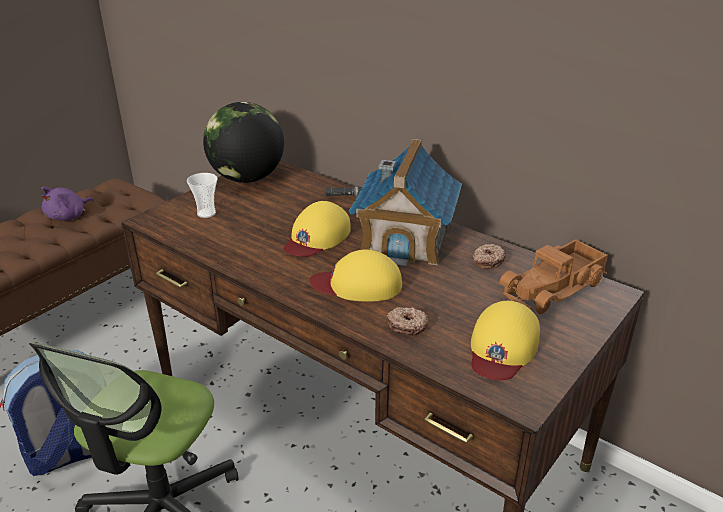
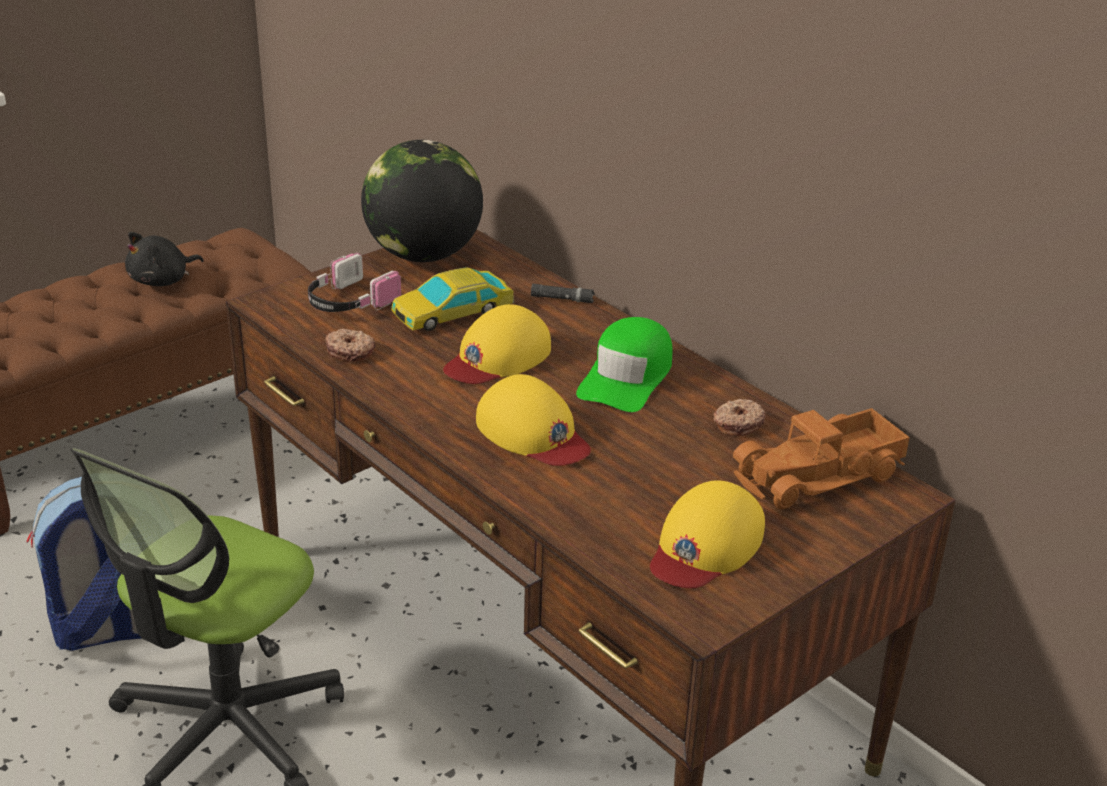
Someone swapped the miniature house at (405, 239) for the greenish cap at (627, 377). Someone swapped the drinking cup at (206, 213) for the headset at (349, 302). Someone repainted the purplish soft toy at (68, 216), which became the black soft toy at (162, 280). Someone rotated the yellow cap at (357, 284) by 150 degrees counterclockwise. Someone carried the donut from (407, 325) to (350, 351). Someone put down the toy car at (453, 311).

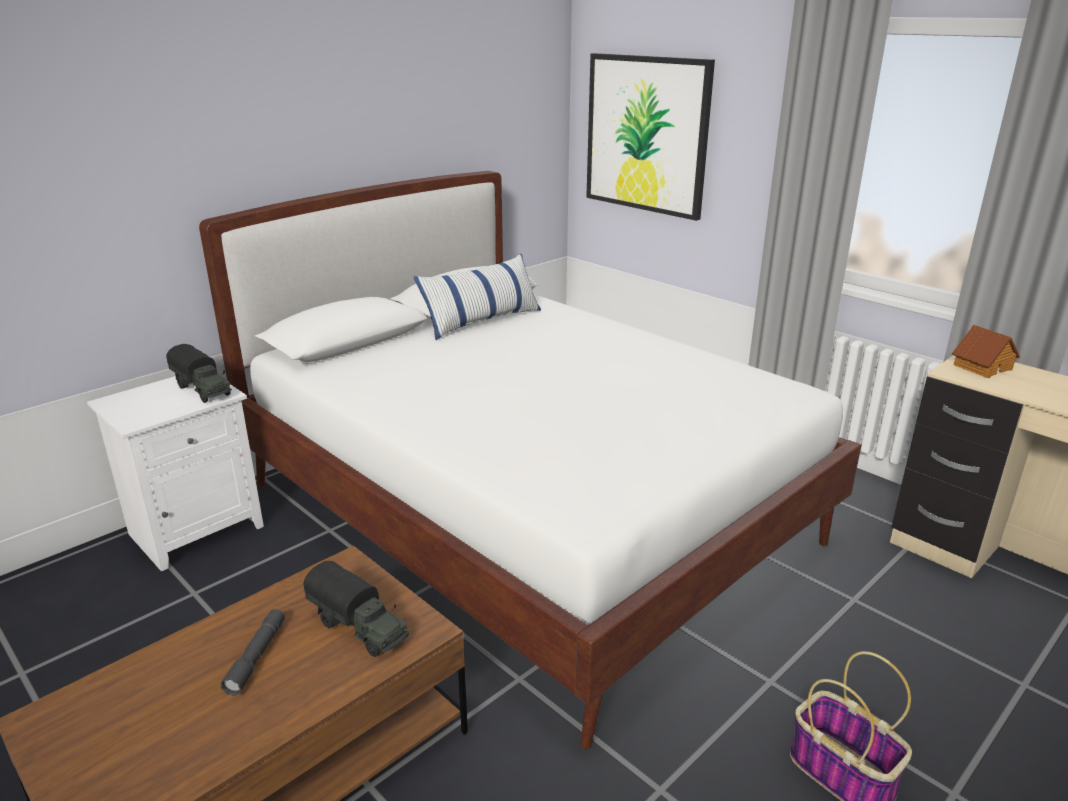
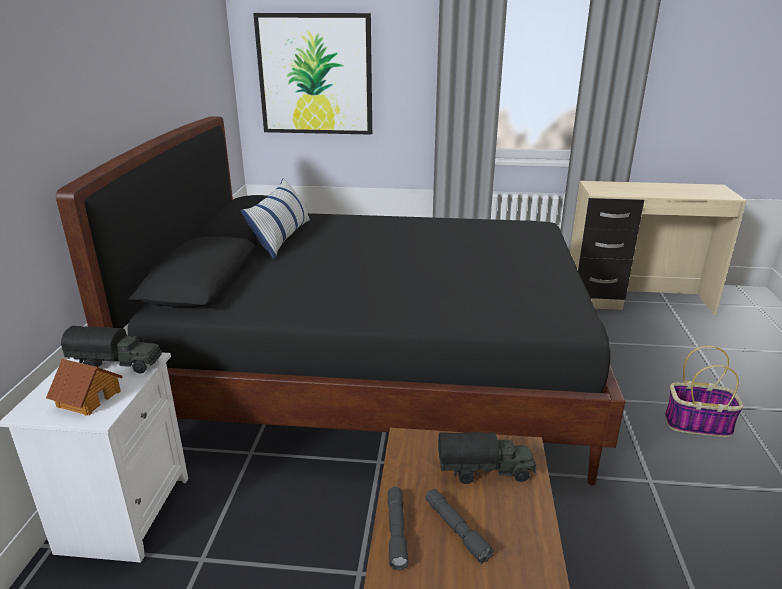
Someone repainted the white sleeping bed at (527, 512), which became the black sleeping bed at (375, 374). Someone carried the miniature house from (981, 367) to (88, 398). Someone put down the greyish hand torch at (396, 532).

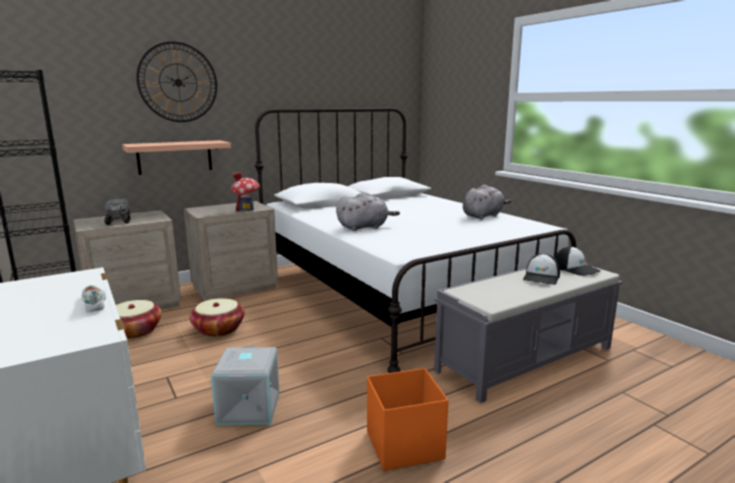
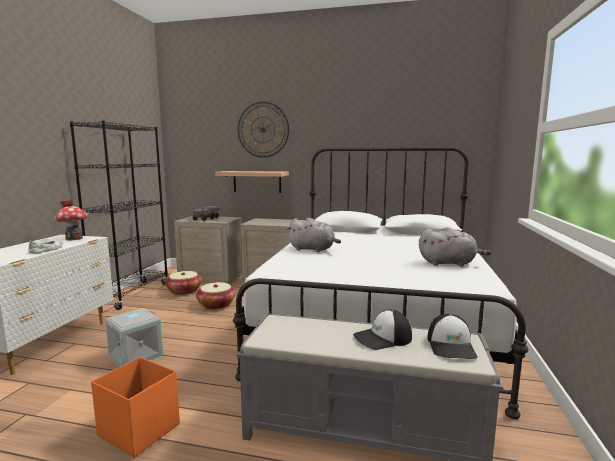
Someone carried the miniature house from (246, 210) to (74, 238).

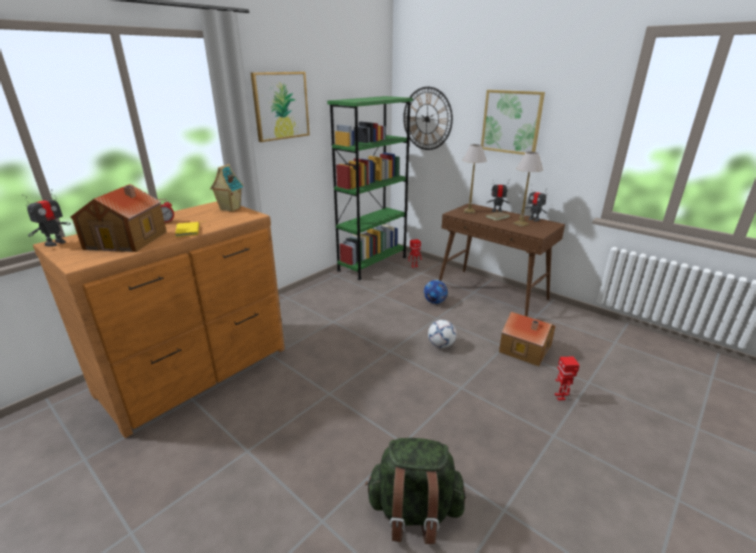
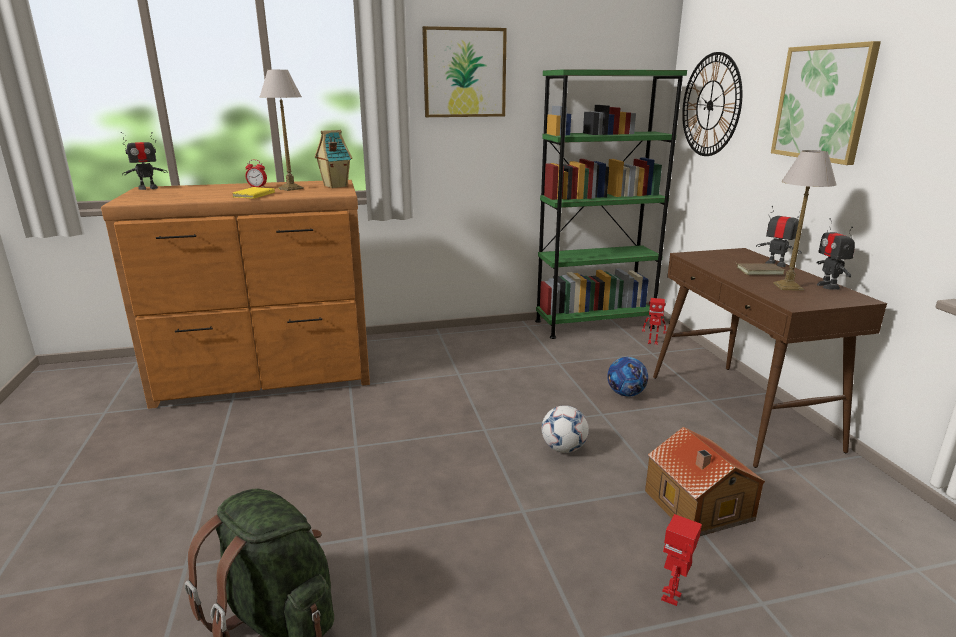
Someone carried the table lamp from (469, 211) to (290, 188). Someone took away the miniature house at (128, 240).

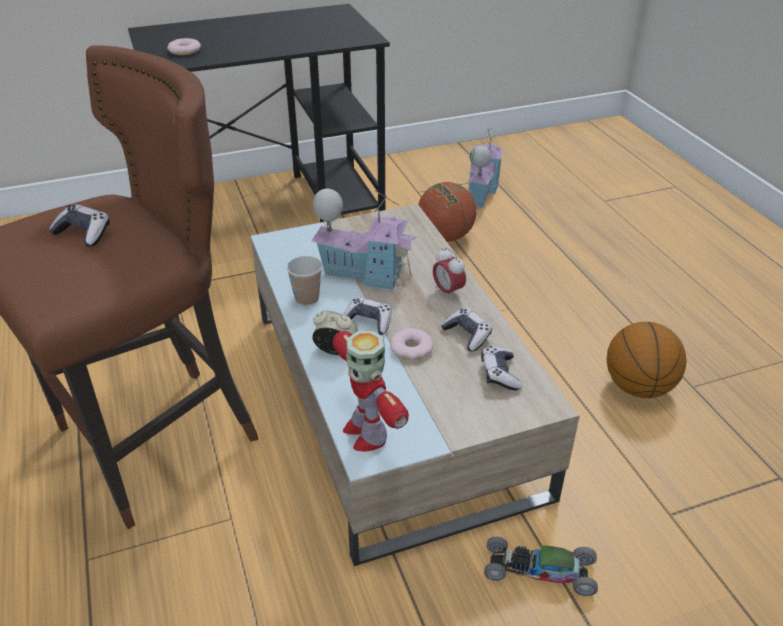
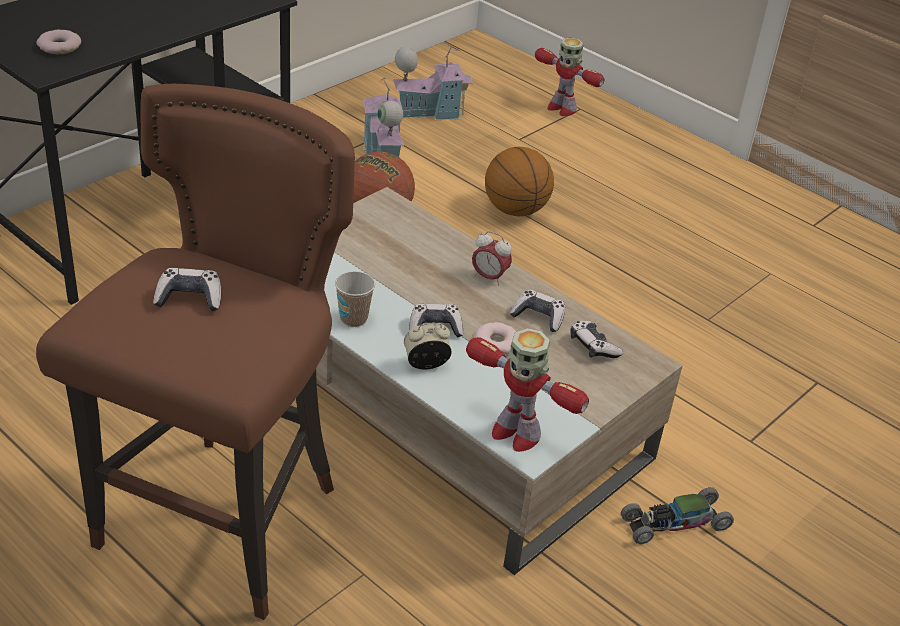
Someone carried the miniature house from (365, 274) to (429, 112). Someone carried the basketball from (638, 387) to (515, 210). Someone put down the model robot at (561, 108).

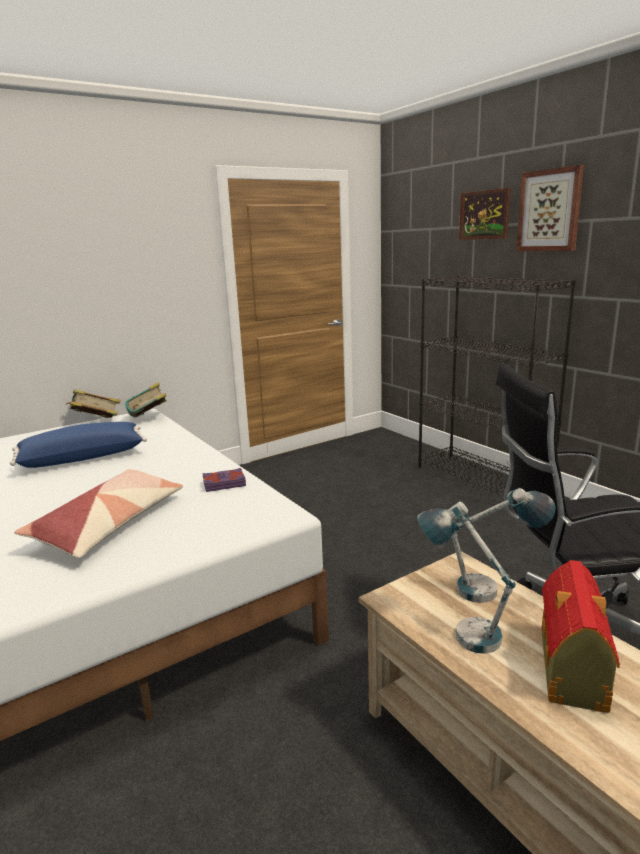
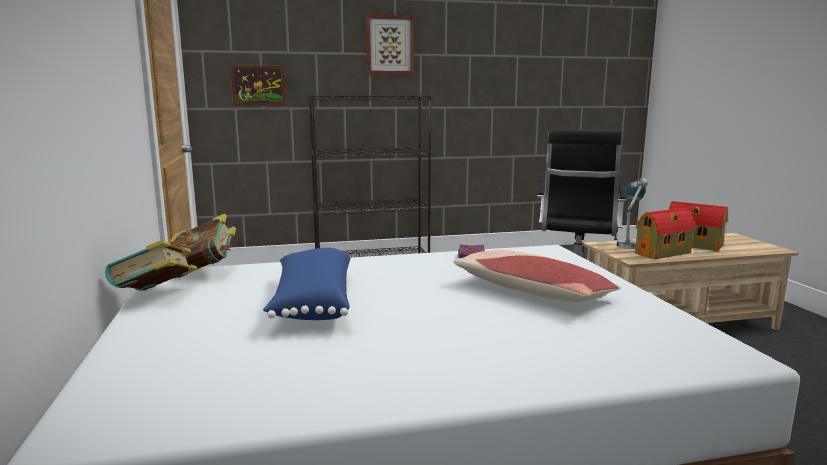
Someone carried the wall art from (484, 215) to (258, 85). Someone swapped the table lamp at (460, 629) for the miniature house at (663, 253).

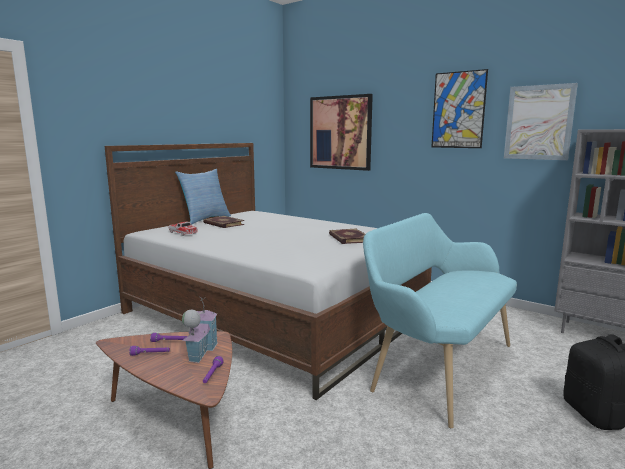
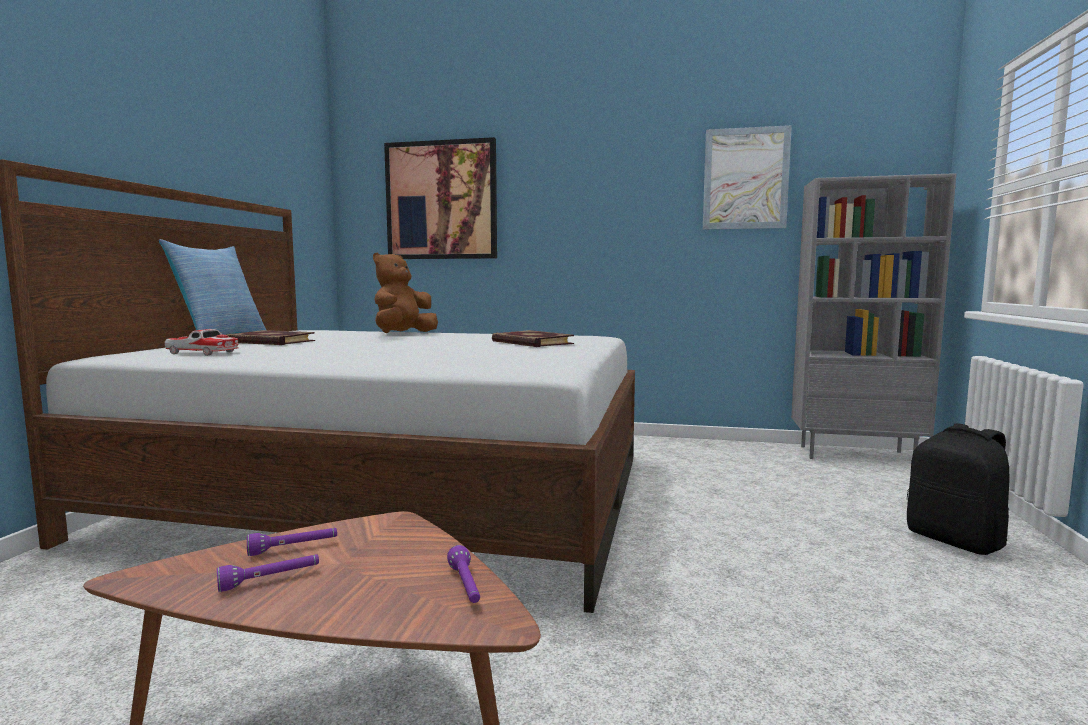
Someone took away the wall art at (458, 110). Someone took away the turquoise long seat at (437, 365). Someone took away the miniature house at (200, 351). Someone put down the brown soft toy at (403, 334).

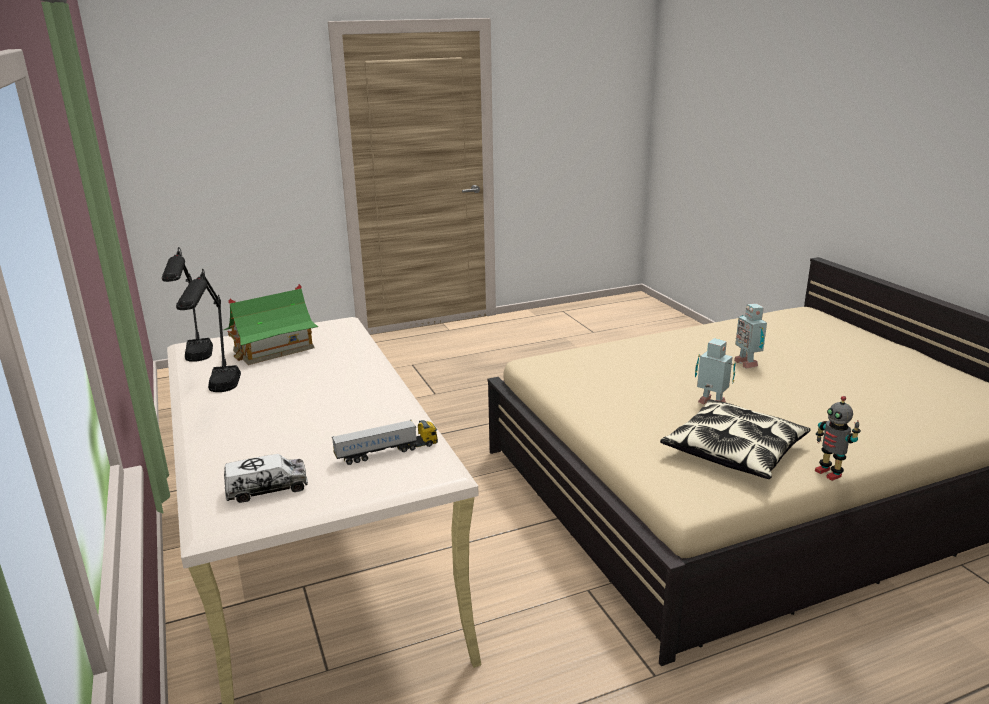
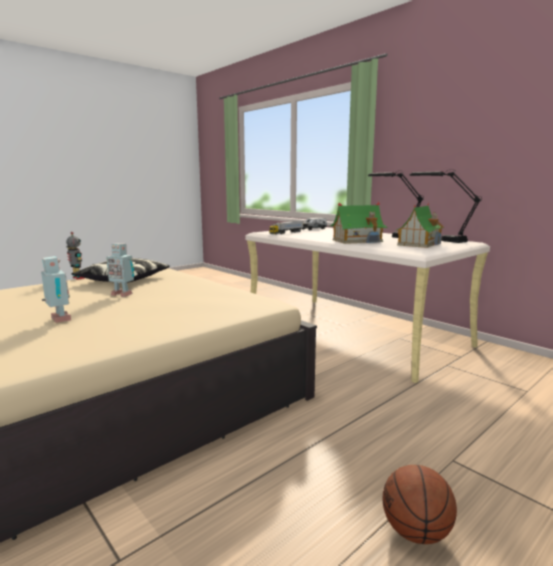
Someone put down the miniature house at (357, 240). Someone put down the basketball at (416, 532).

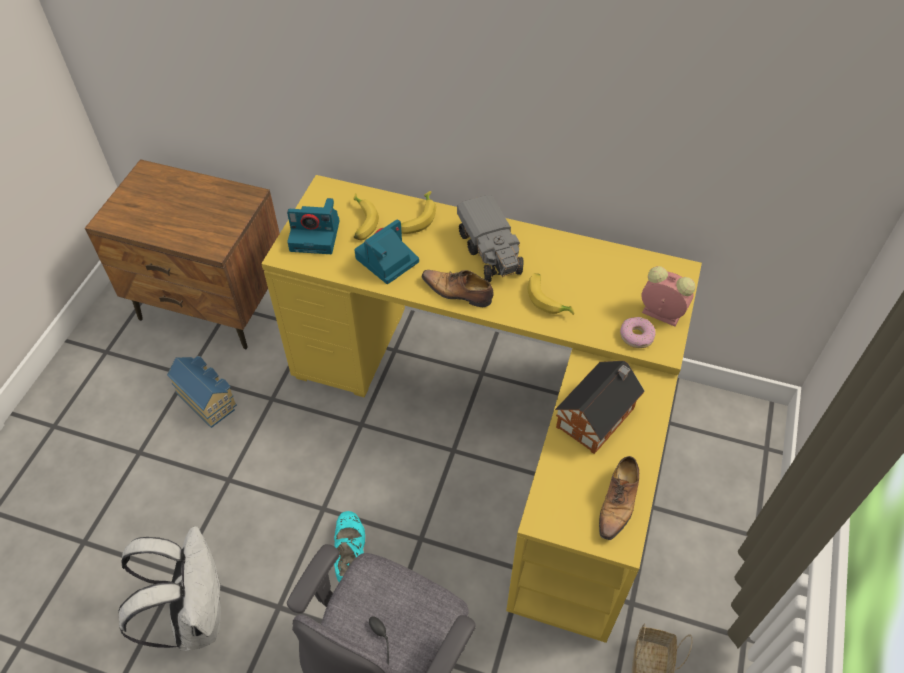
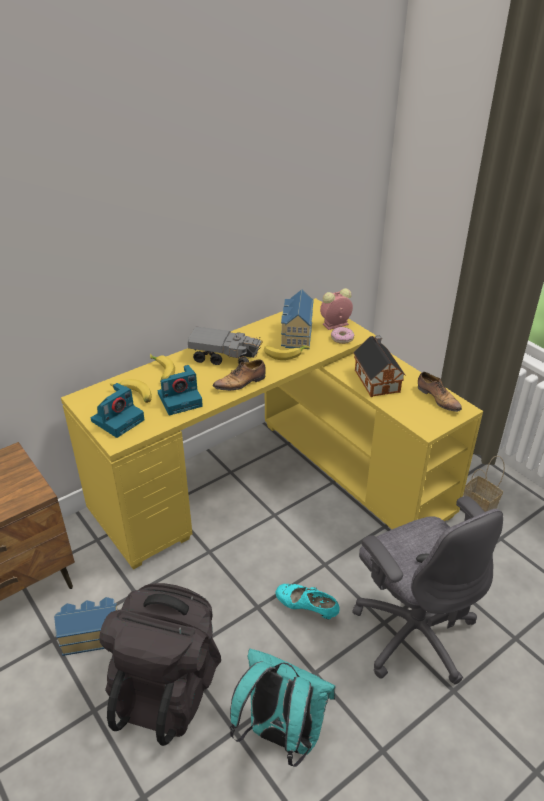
Someone rotated the still camera at (386, 261) by 105 degrees counterclockwise. Someone repainted the white rucksack at (195, 615), which became the turquoise rucksack at (281, 734). Someone put down the miniature house at (295, 335). Someone put down the black rucksack at (168, 686).

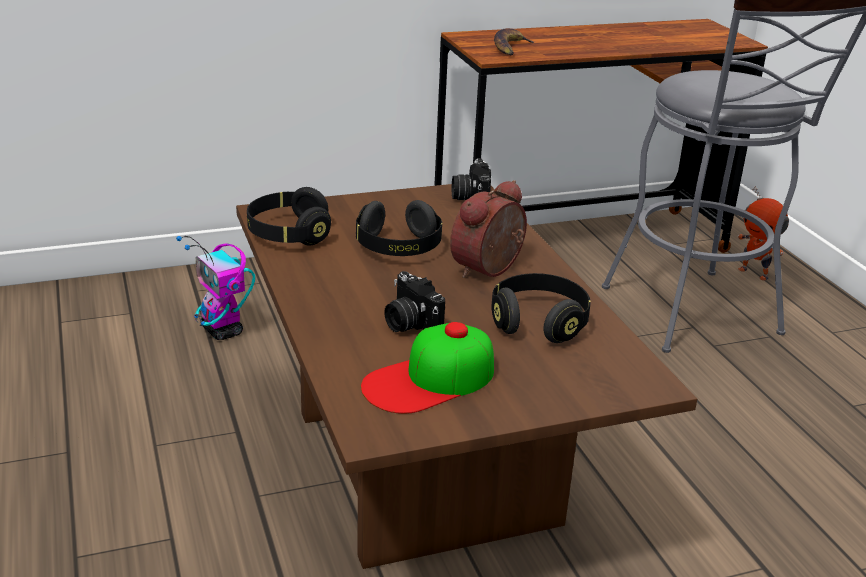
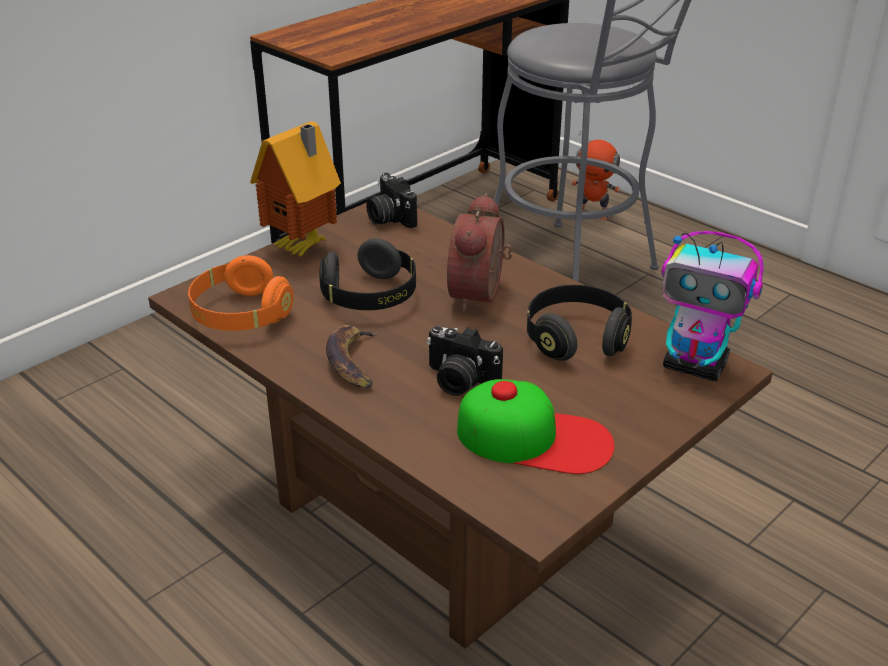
Someone carried the banana from (510, 48) to (352, 362). Someone repainted the black headset at (289, 234), which became the orange-coloured headset at (241, 315). Someone carried the model robot from (222, 331) to (696, 366). Someone rotated the cap at (429, 380) by 105 degrees counterclockwise. Someone put down the miniature house at (304, 248).

